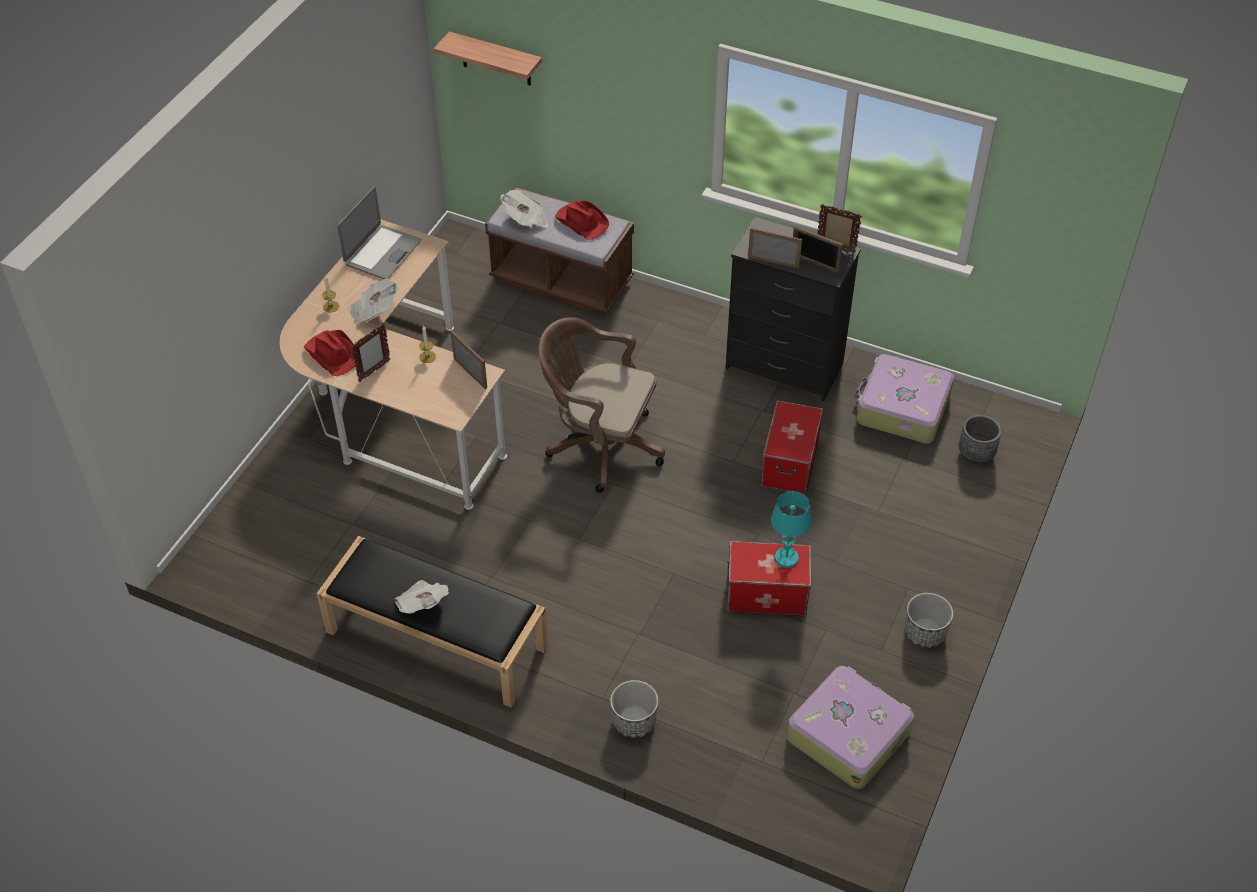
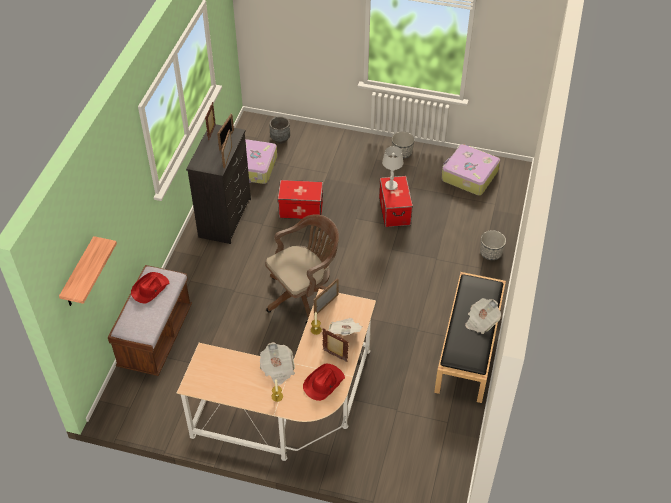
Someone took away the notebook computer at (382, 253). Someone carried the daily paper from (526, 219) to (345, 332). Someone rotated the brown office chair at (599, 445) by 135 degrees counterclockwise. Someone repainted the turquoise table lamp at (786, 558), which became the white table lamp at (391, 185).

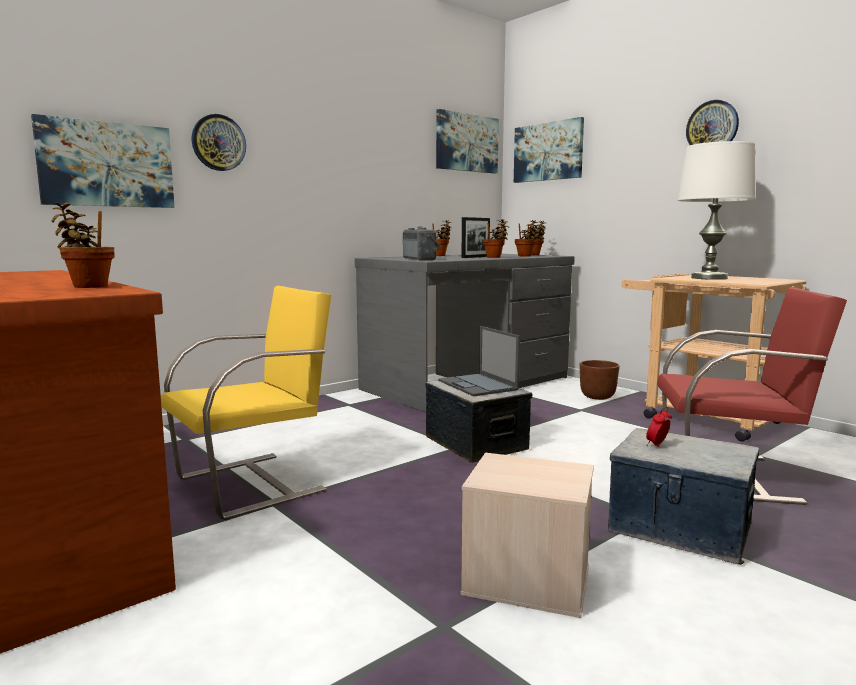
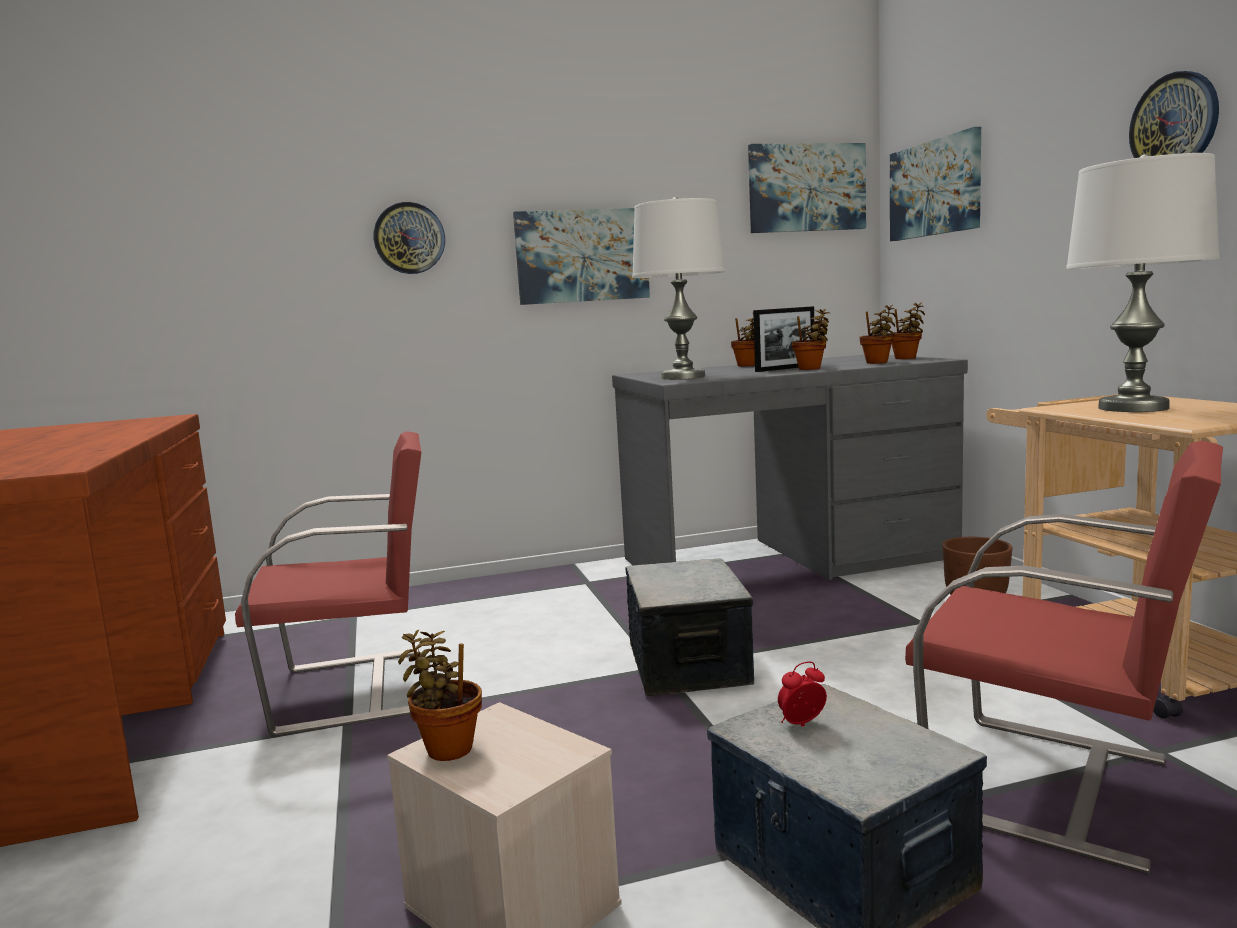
Someone carried the wall art from (107, 164) to (582, 256). Someone carried the plant in a pot from (88, 286) to (447, 747). Someone swapped the radio receiver at (422, 259) for the white table lamp at (683, 377). Someone repainted the yellow upright chair at (253, 483), which became the reddish upright chair at (356, 689). Someone took away the notebook computer at (478, 385).

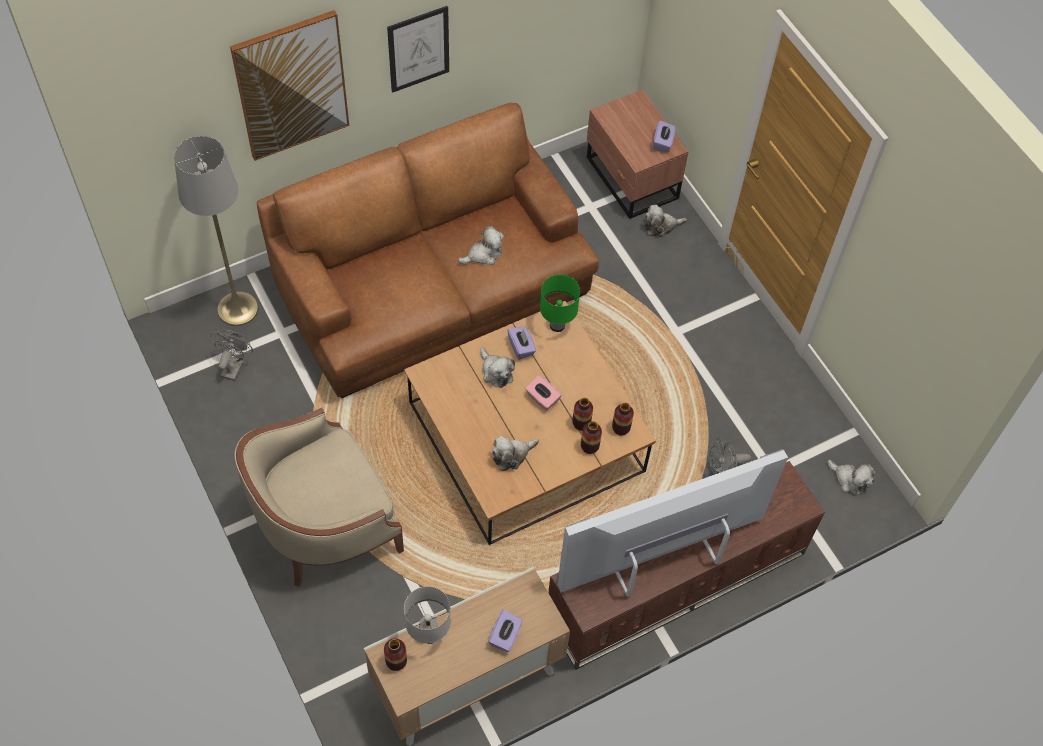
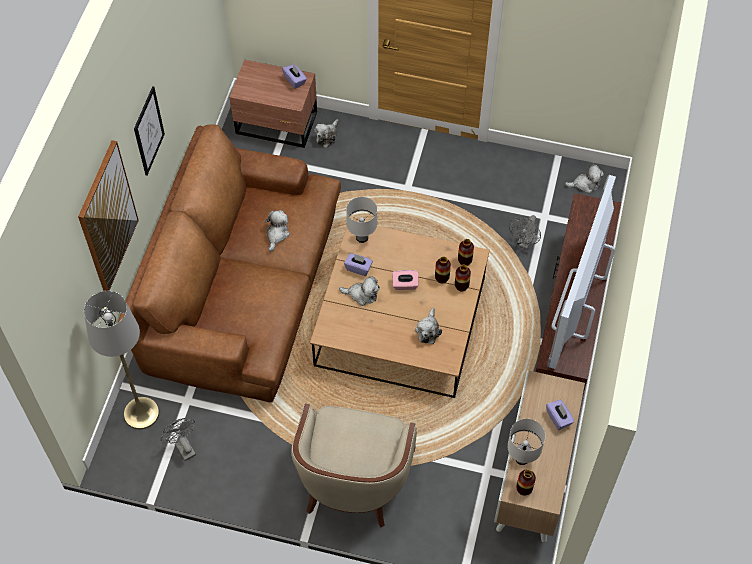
Someone repainted the greenish table lamp at (557, 325), which became the white table lamp at (361, 237).

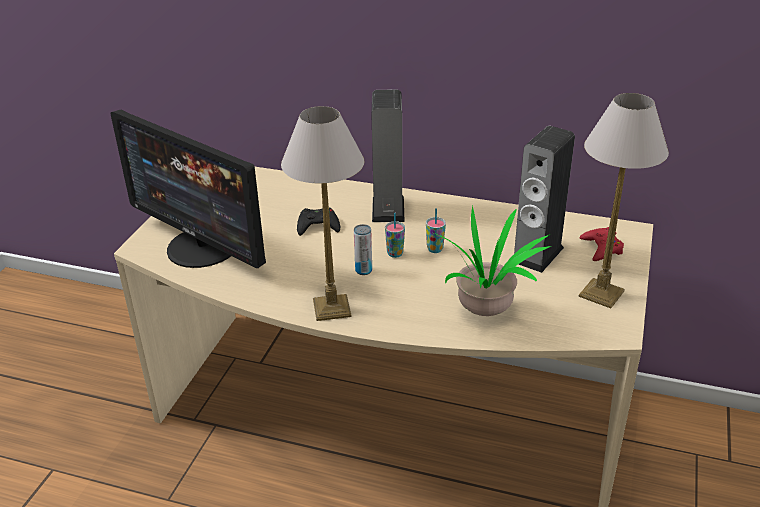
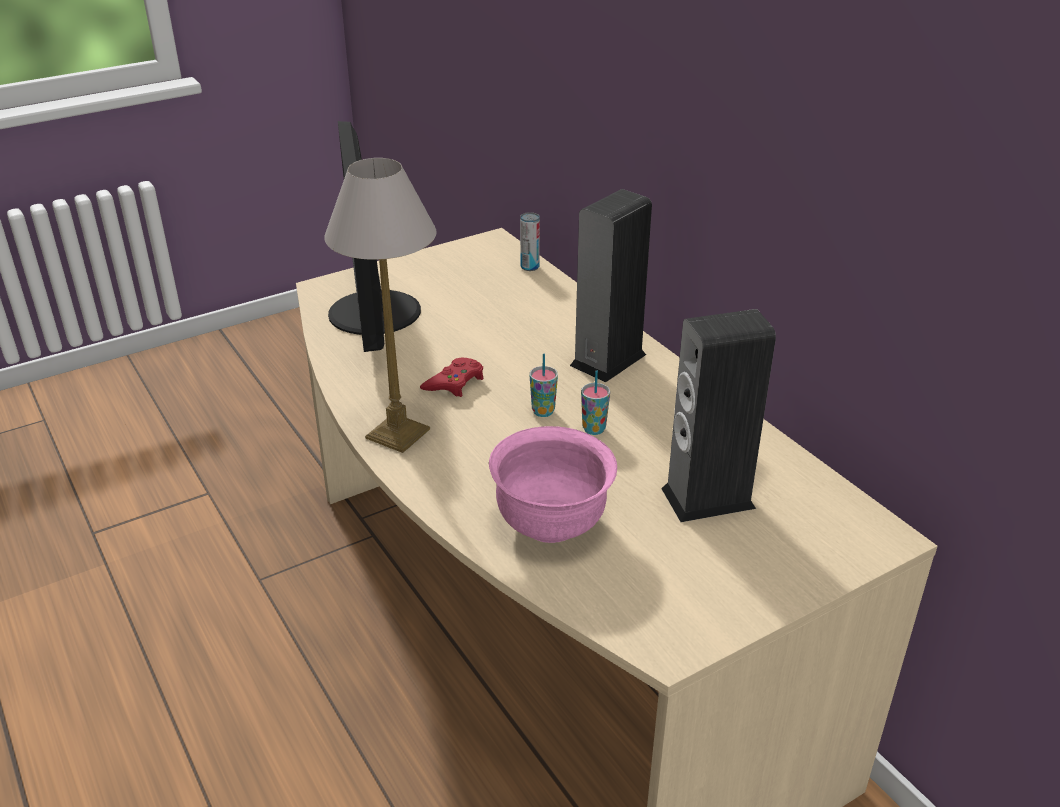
Someone took away the table lamp at (602, 294). Someone swapped the plant in a pot at (485, 308) for the pink serving bowl at (551, 524). Someone took away the black joypad at (318, 226). Someone carried the sealed can from (363, 270) to (530, 267). Someone carried the reddish joypad from (601, 248) to (454, 382).

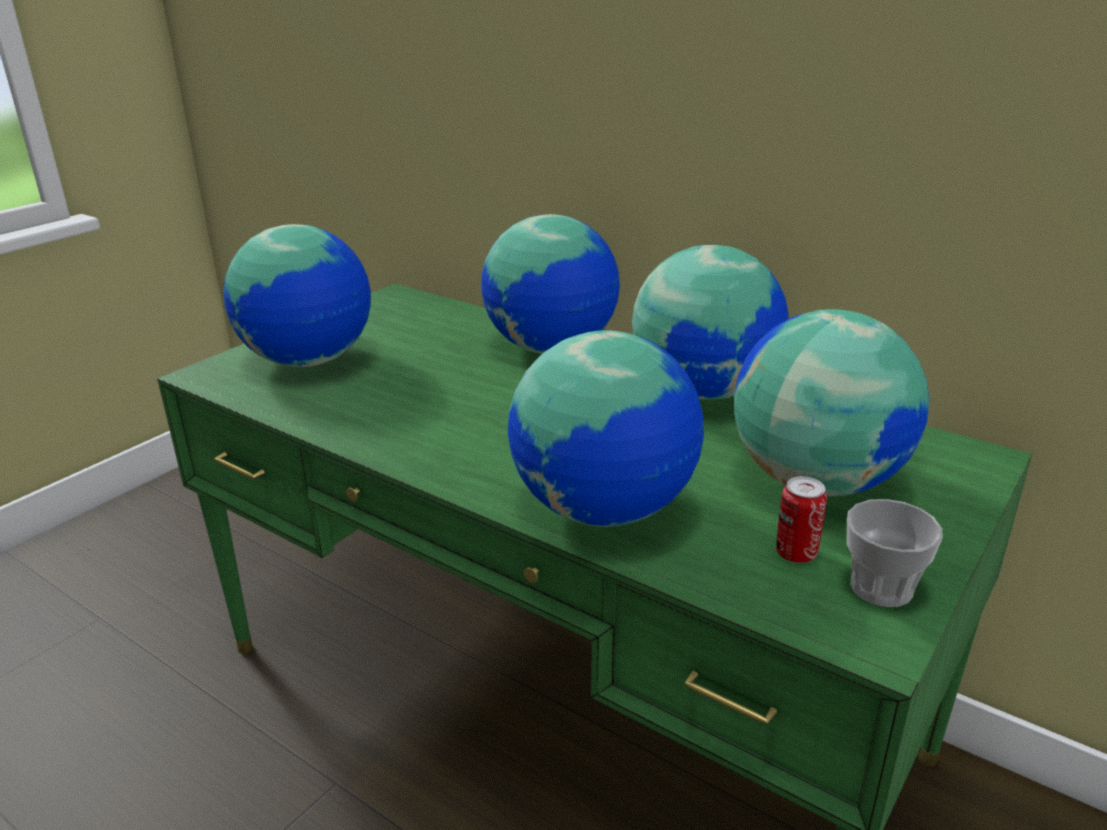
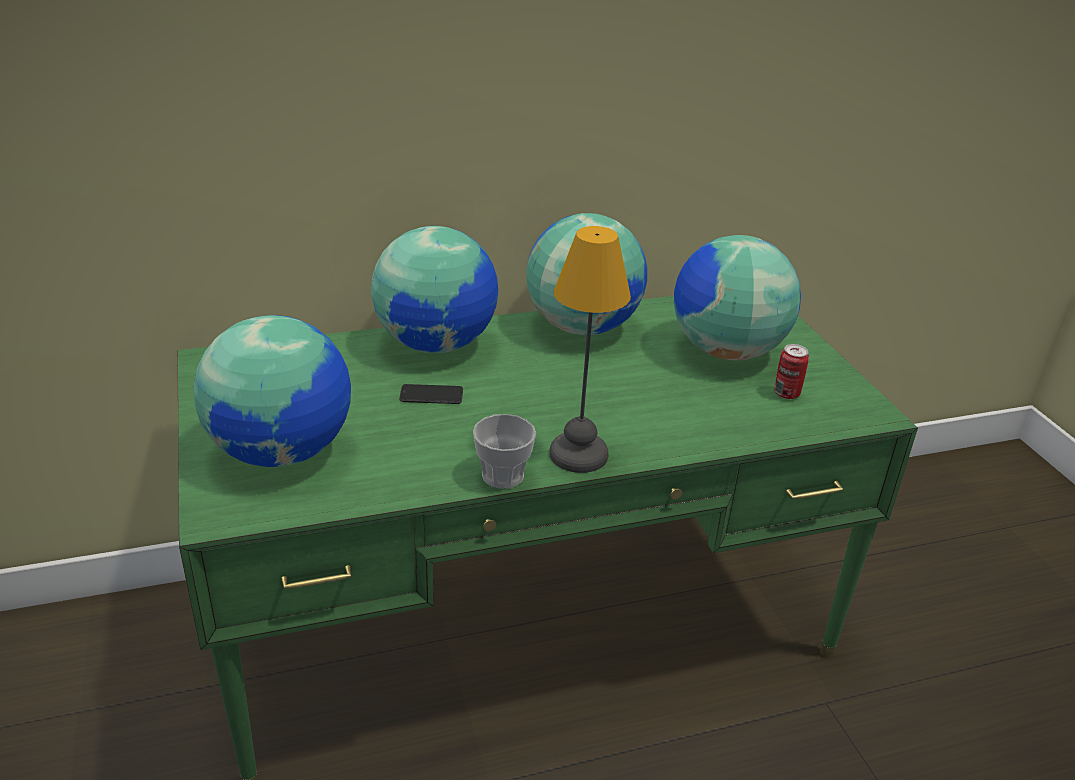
Someone took away the world globe at (605, 509). Someone carried the drinking cup from (881, 588) to (503, 475). Someone put down the table lamp at (576, 455). Someone put down the handset at (431, 395).

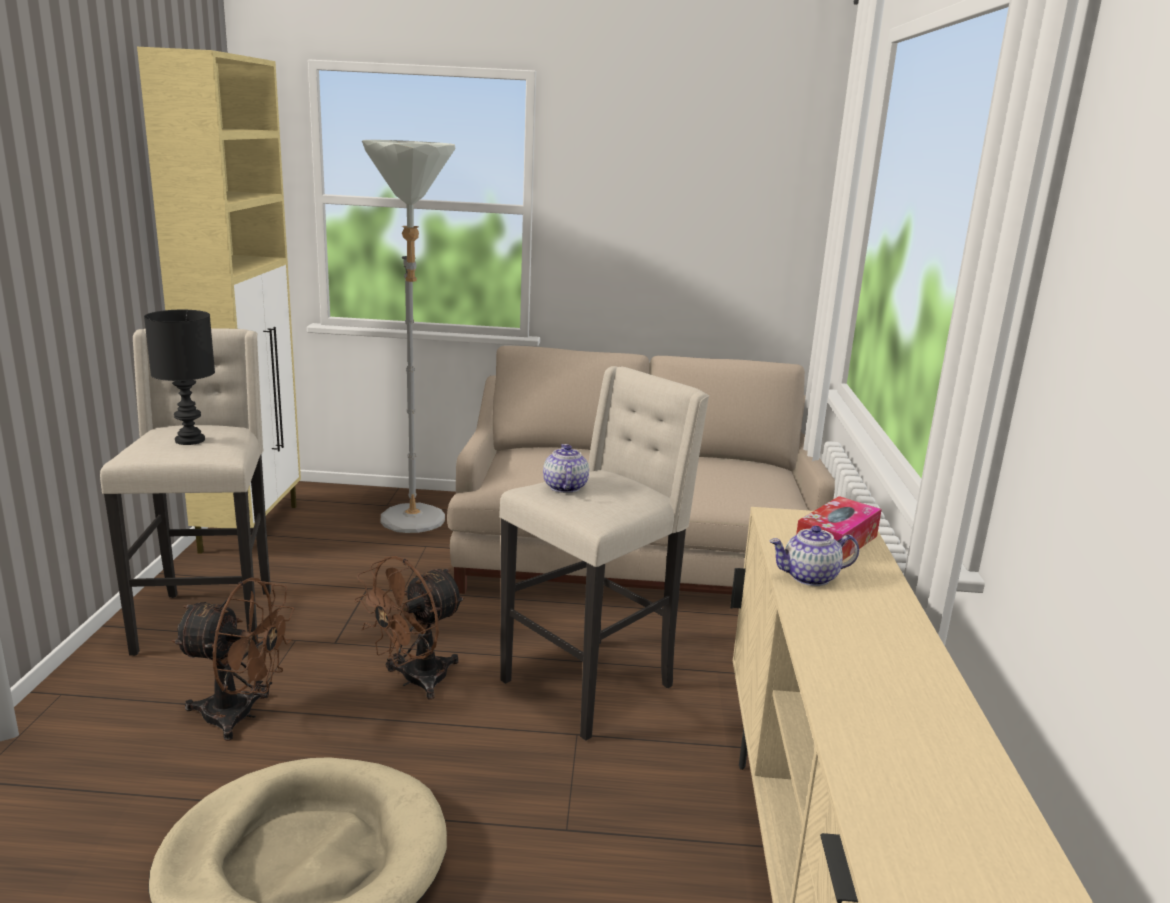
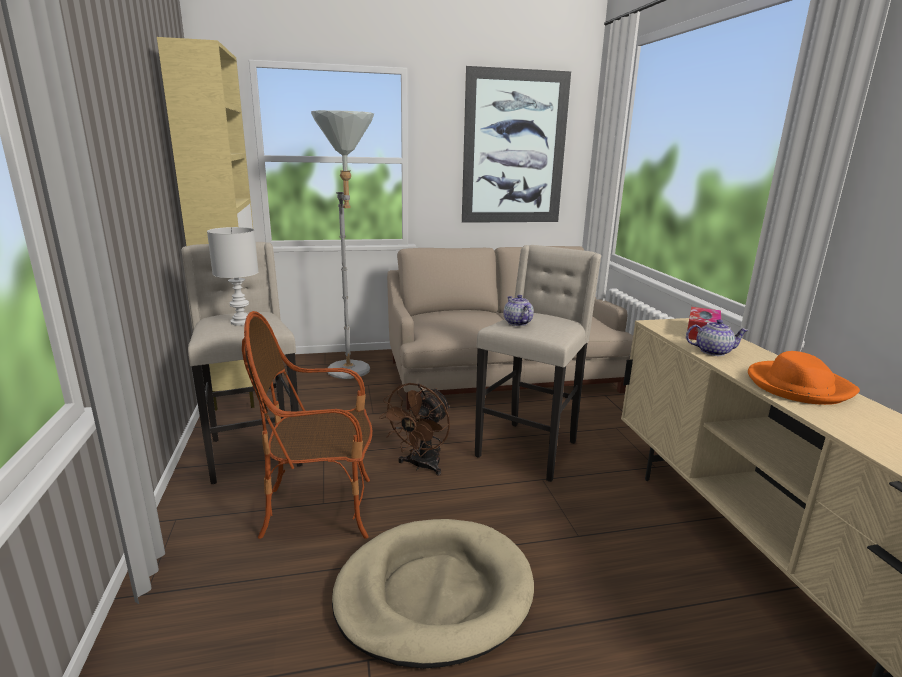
Someone repainted the black table lamp at (191, 440), which became the white table lamp at (241, 322). Someone rotated the tea pot at (809, 577) by 150 degrees counterclockwise. Someone swapped the brown electric fan at (241, 716) for the armchair at (321, 509). Someone put up the wall art at (514, 148). Someone put down the orange-coloured wearable hat at (797, 386).

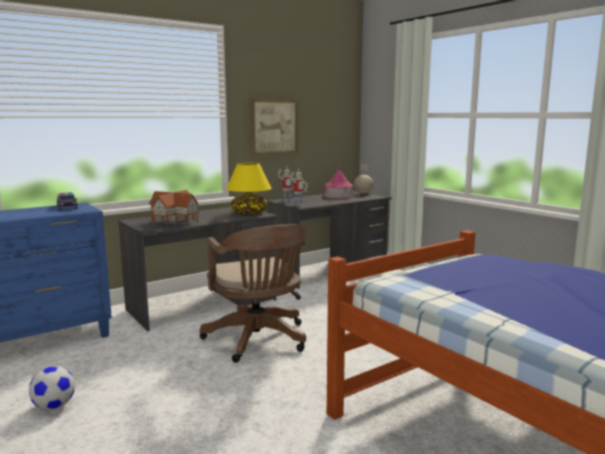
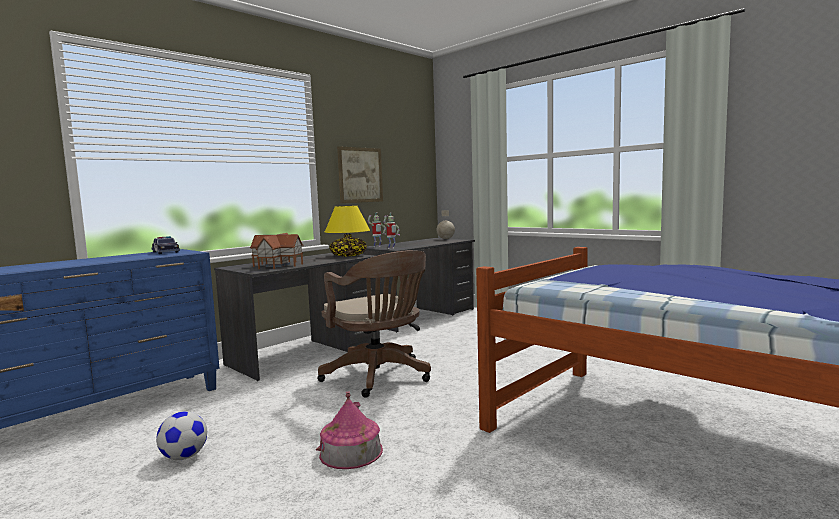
Someone carried the miniature house from (338, 196) to (351, 452).

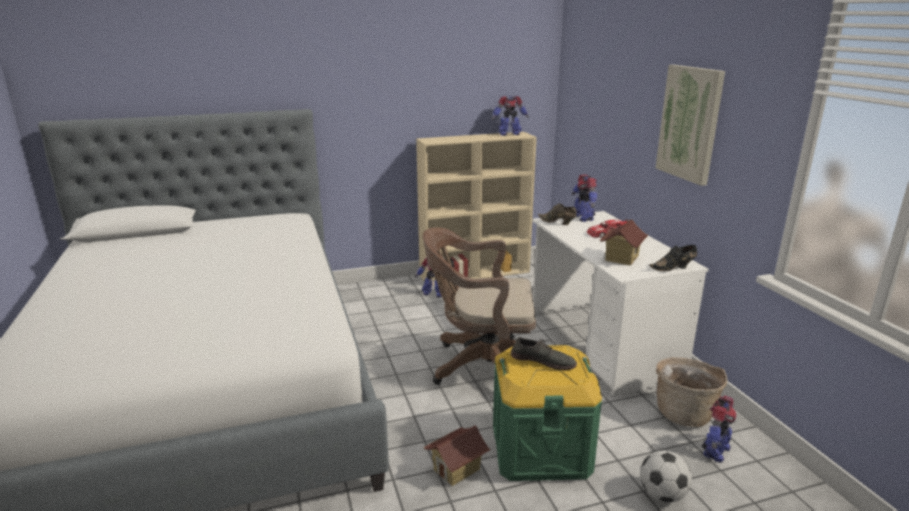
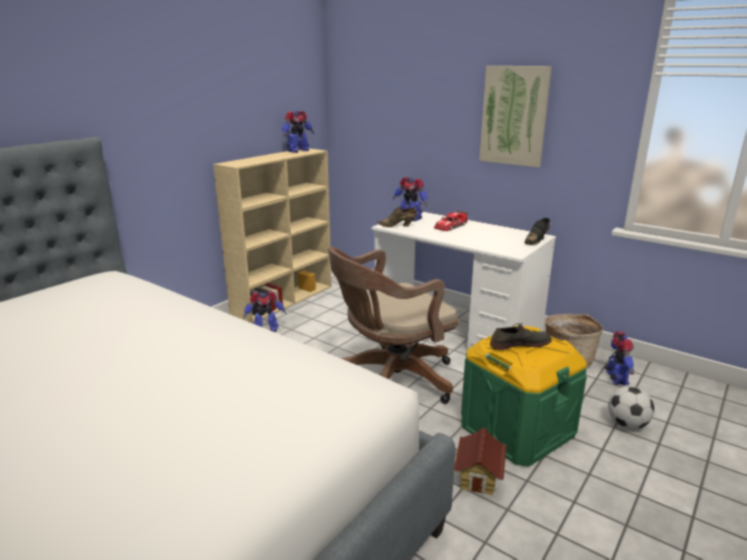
Someone took away the miniature house at (621, 258).

